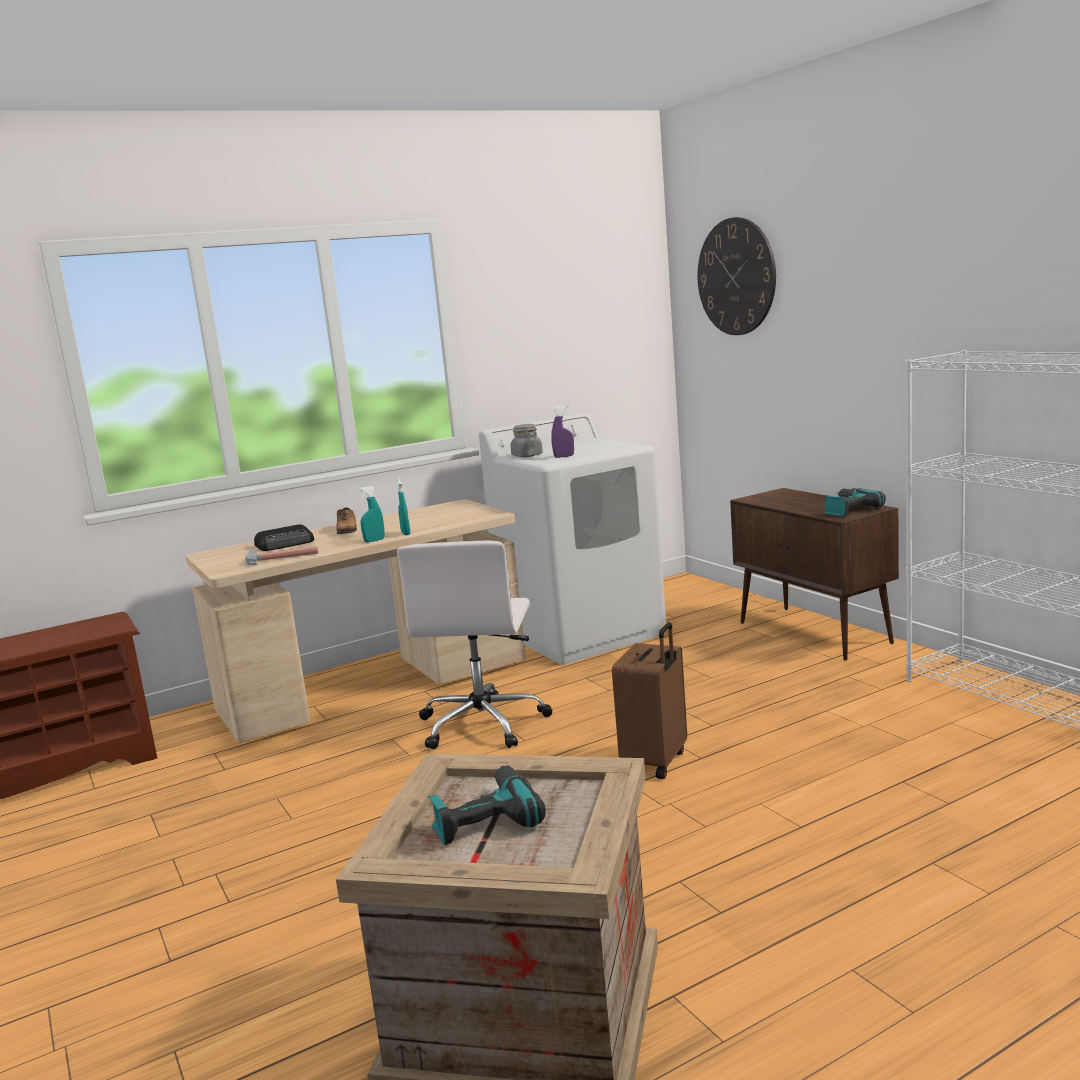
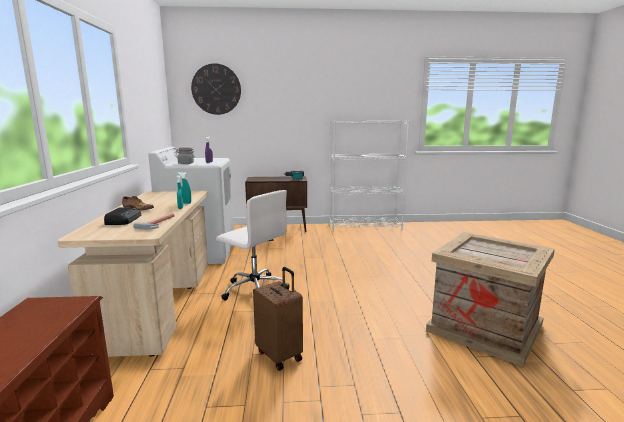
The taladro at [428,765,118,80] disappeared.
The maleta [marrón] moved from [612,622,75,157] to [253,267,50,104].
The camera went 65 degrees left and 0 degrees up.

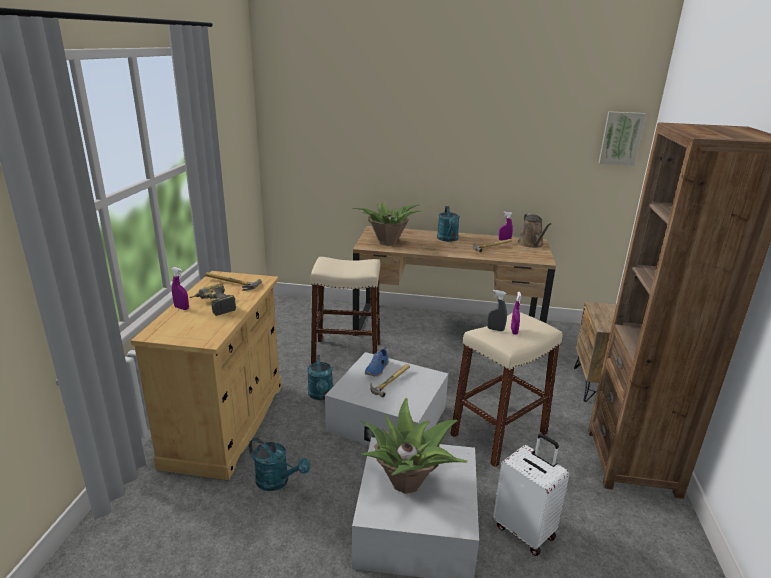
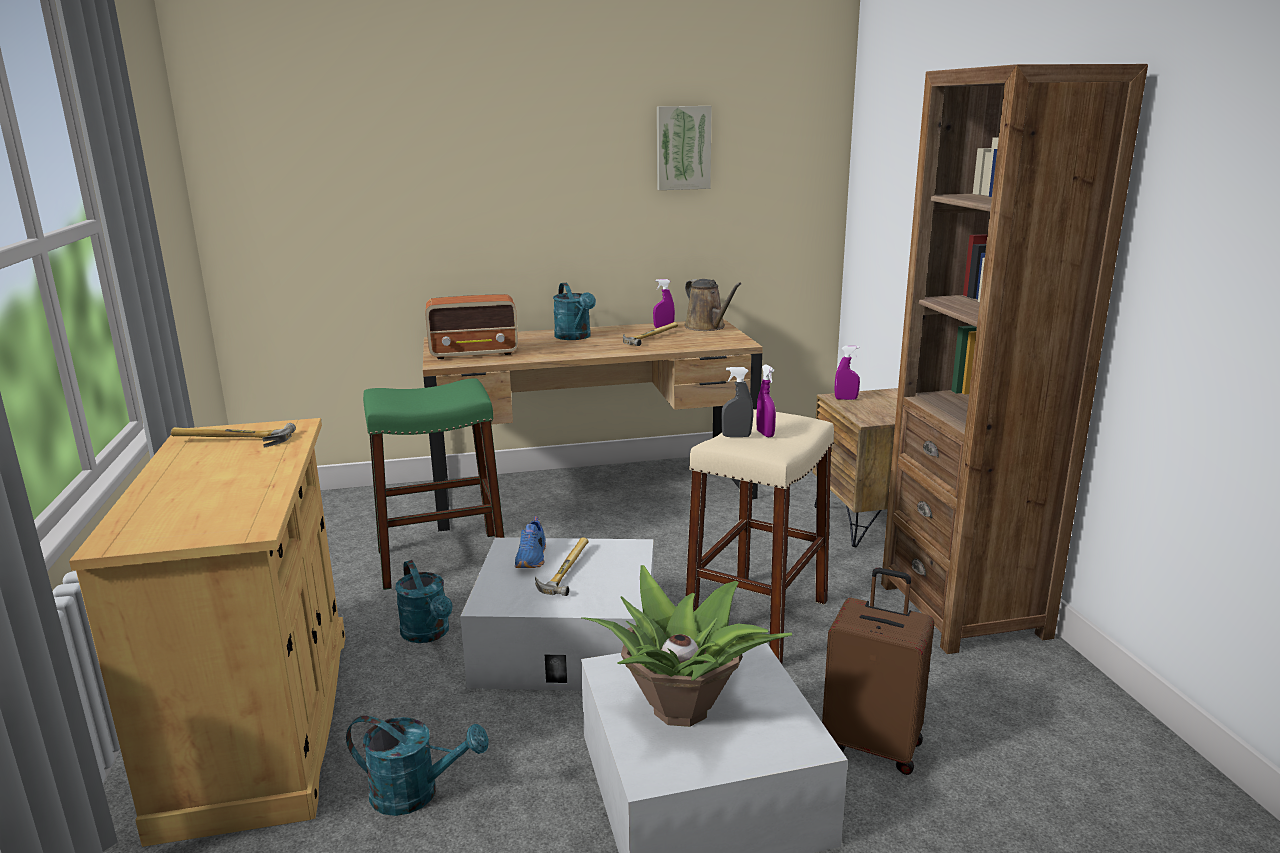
The pulverizador [morado] moved from [172,267,17,43] to [835,346,25,54].
The taladro at [189,284,47,32] disappeared.
The taburete [beis] at [310,257,70,107] became the taburete [verde] at [363,378,142,212].
The planta en maceta at [353,203,68,43] was replaced by the radio at [425,294,93,65].
The maleta [blanco] at [493,434,76,122] became the maleta [marrón] at [822,568,113,207].
The cuadro moved from [599,111,47,55] to [657,106,55,84].
The camera went 20 degrees left and 5 degrees down.

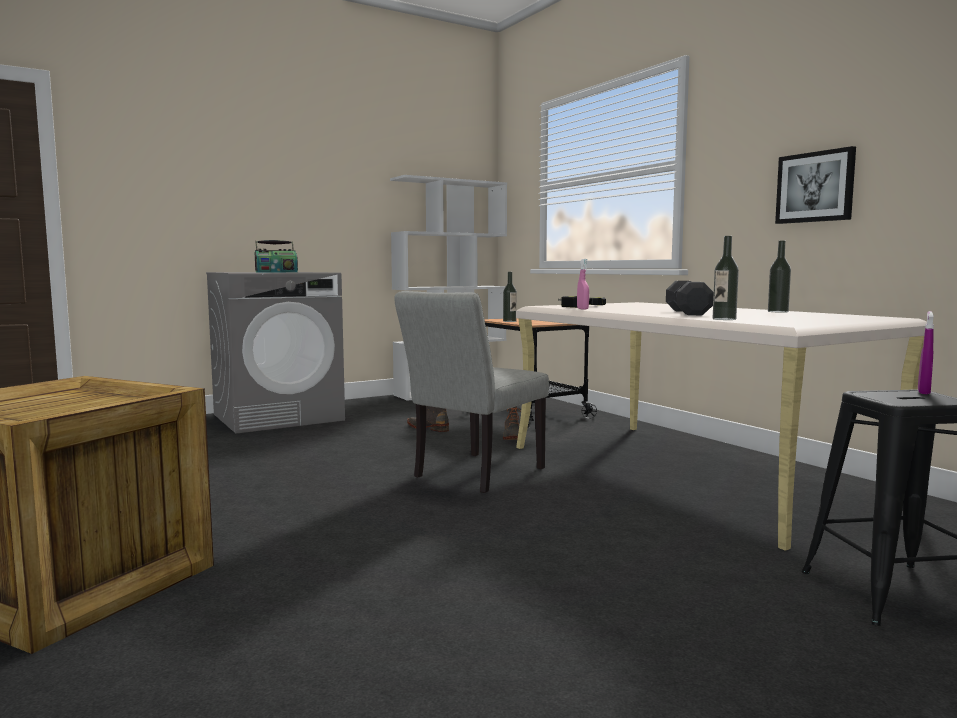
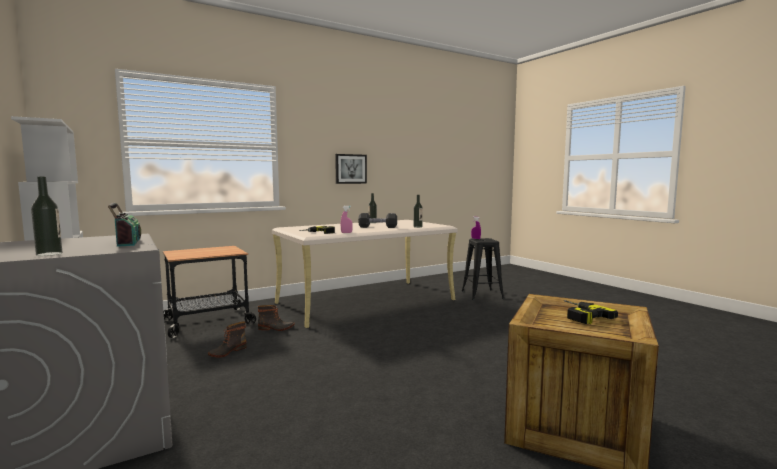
The silla [gris] at [394,291,155,202] disappeared.
The botella moved from [503,272,14,50] to [31,177,31,79].
The taladro at [563,300,55,24] appeared.
The camera went 90 degrees left and 0 degrees up.

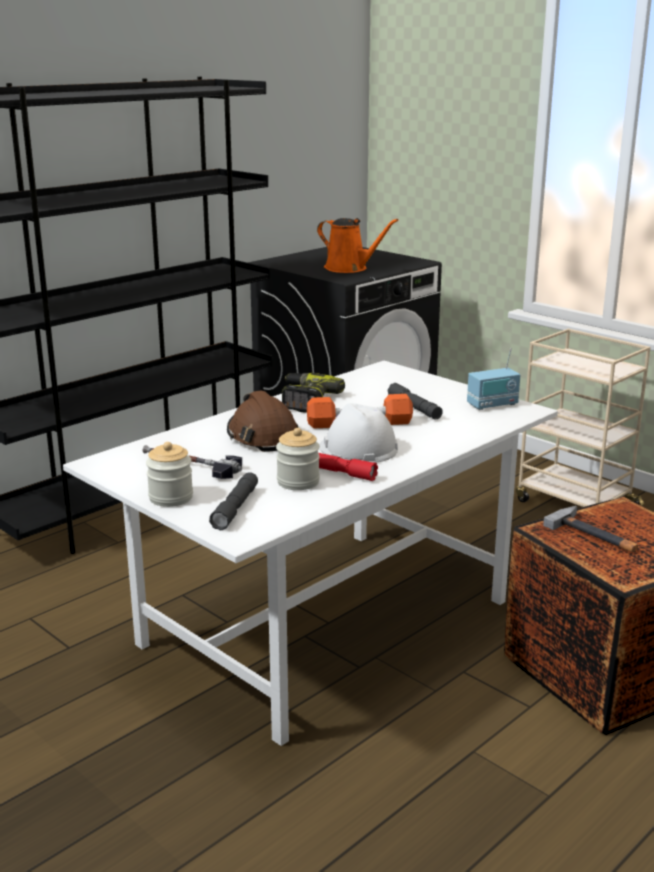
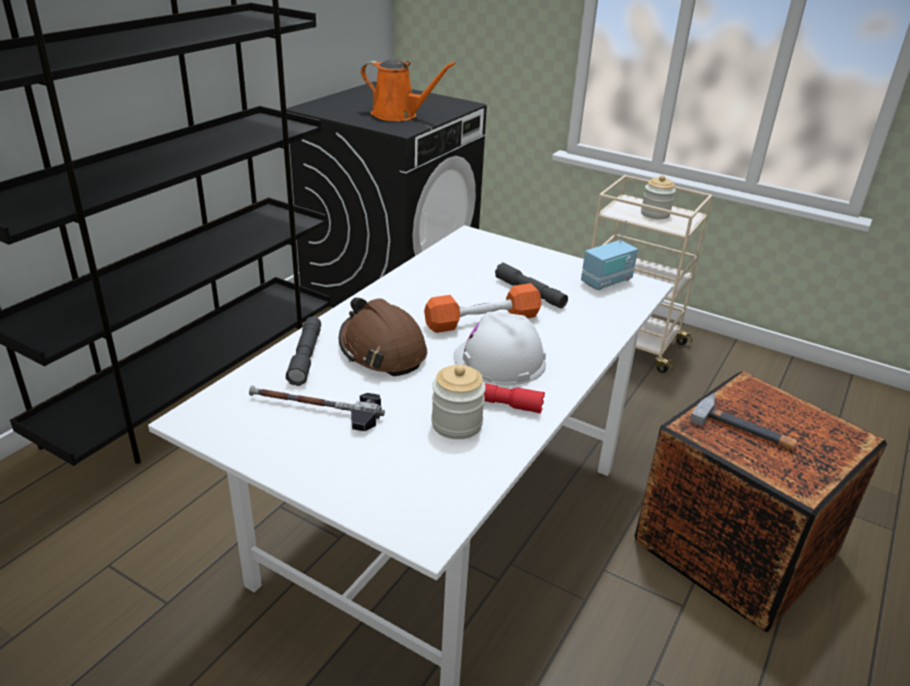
The tarro moved from [146,442,47,65] to [641,175,35,44].
The linterna [gris] moved from [209,472,49,58] to [286,317,35,69].
The taladro at [282,373,63,40] disappeared.
The camera went 15 degrees left and 10 degrees up.

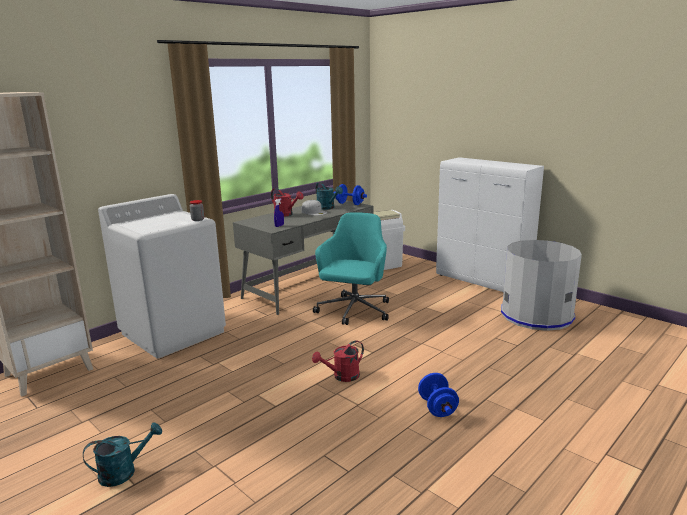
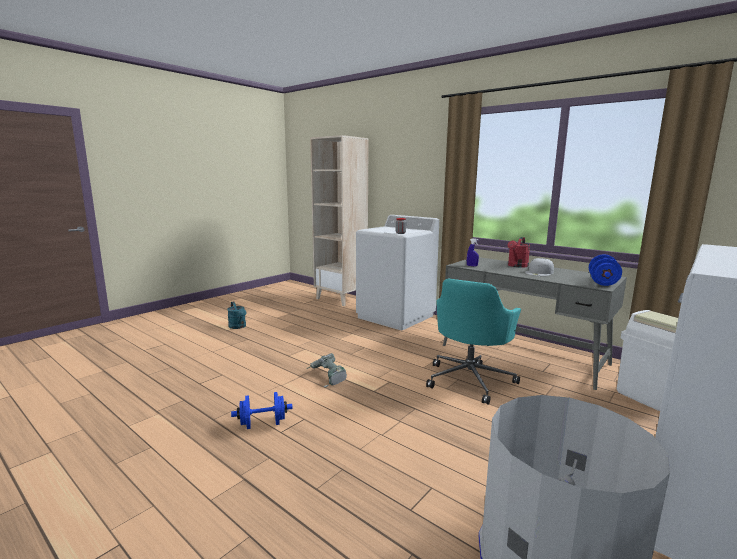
The regadera [rojo] at [312,340,52,42] was replaced by the taladro at [306,353,41,34].
The silla de oficina [turquesa] at [313,212,76,113] turned 105 degrees clockwise.
The regadera [turquesa] at [316,182,27,28] disappeared.
The camera went 85 degrees right and 5 degrees down.

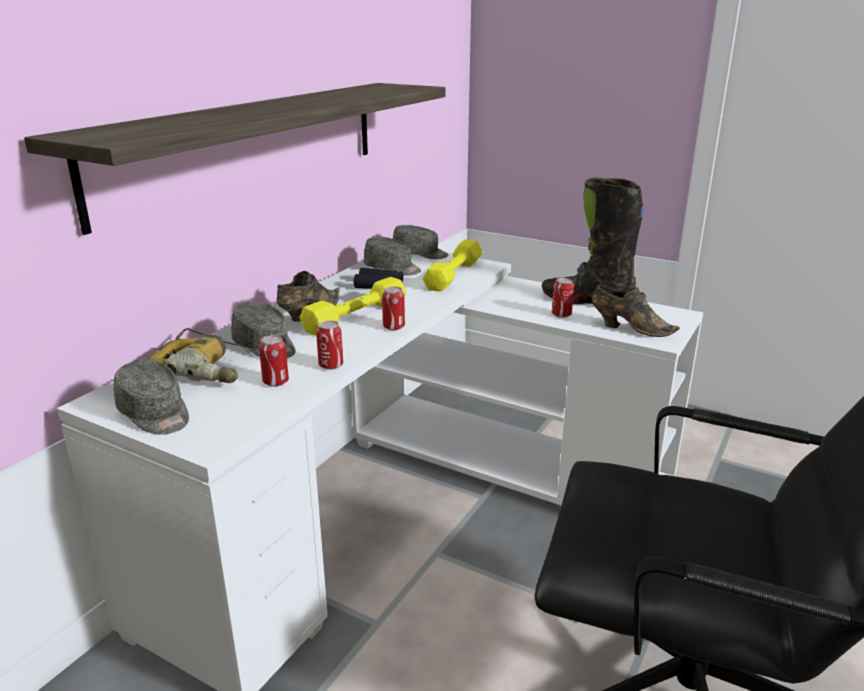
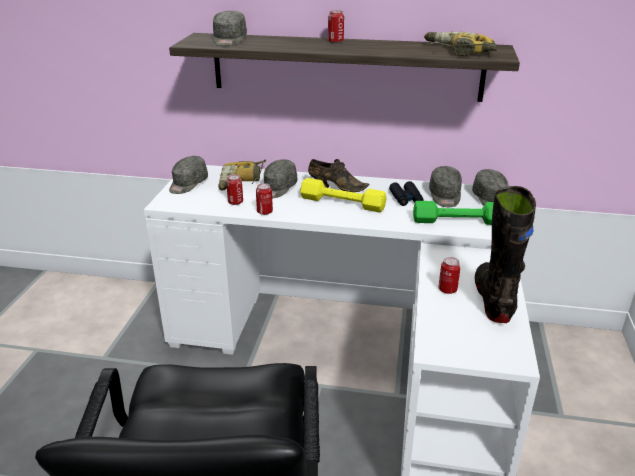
The lata moved from [382,286,23,44] to [328,10,16,33].
The mancuerna [amarillo] at [422,240,61,51] became the mancuerna [verde] at [413,201,81,24].
The zapato [marrón] at [592,284,88,53] disappeared.
The gorra [gris] at [213,11,34,35] appeared.
The taladro at [424,31,73,25] appeared.
The camera went 70 degrees right and 5 degrees up.

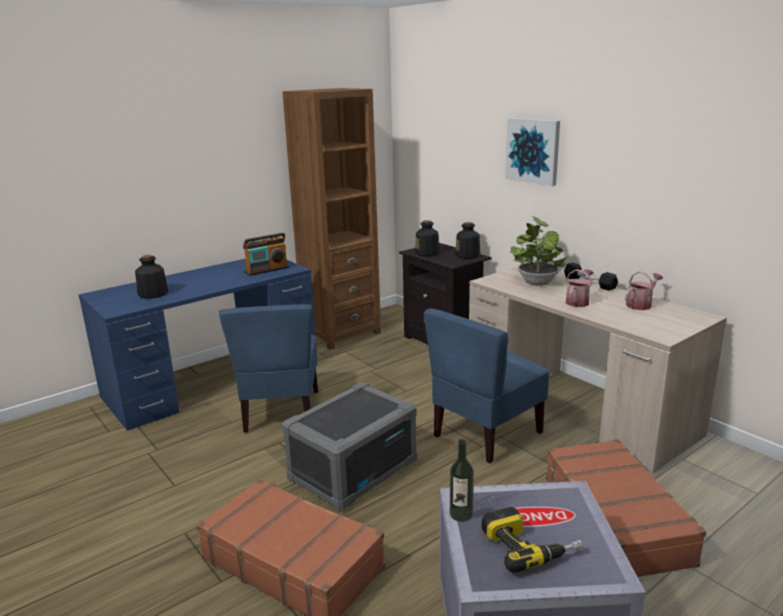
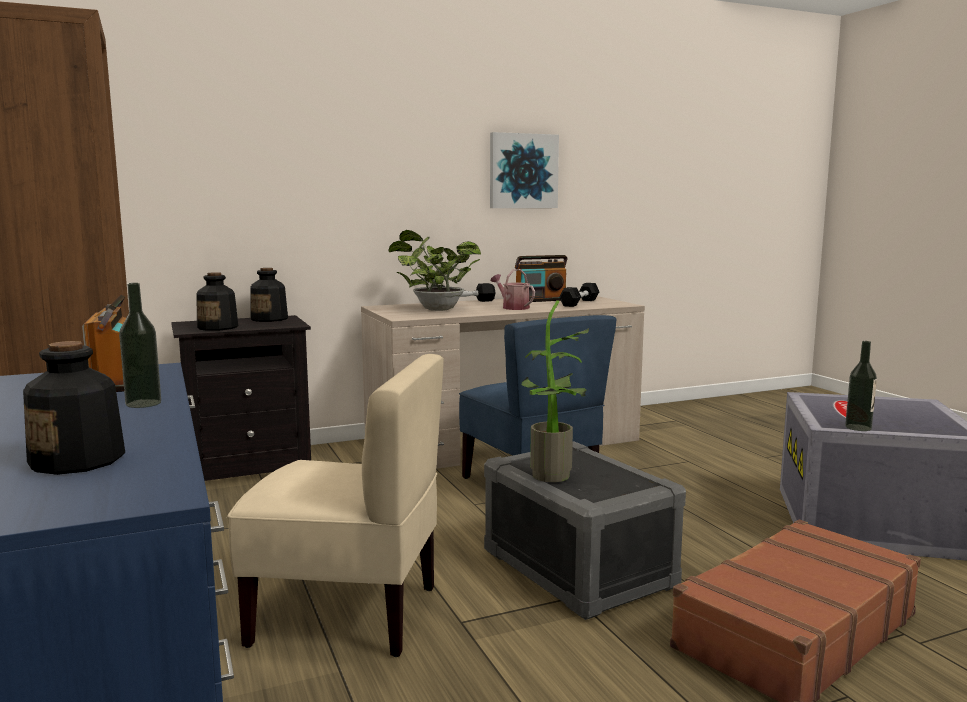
The silla [azul] at [219,304,99,129] became the silla [beis] at [227,354,217,303].
The taladro at [481,507,102,66] disappeared.
The cuadro moved from [505,118,55,68] to [490,132,69,76].
The maleta [marrón] at [546,439,160,138] disappeared.
The regadera at [625,271,38,39] was replaced by the radio at [515,255,52,47].
The botella at [119,283,42,125] appeared.
The planta en maceta at [522,300,68,182] appeared.
The mancuerna [negro] at [559,283,40,24] appeared.
The camera went 75 degrees left and 10 degrees down.

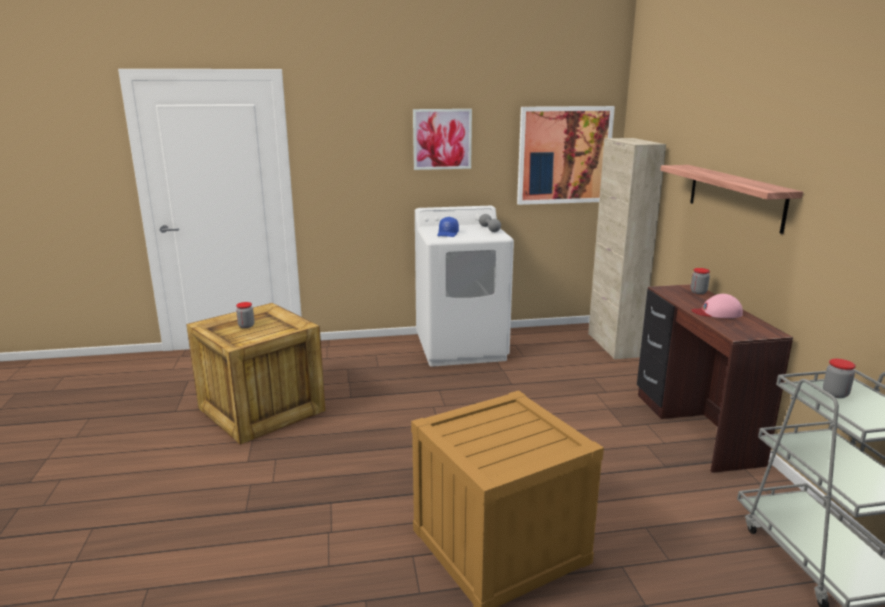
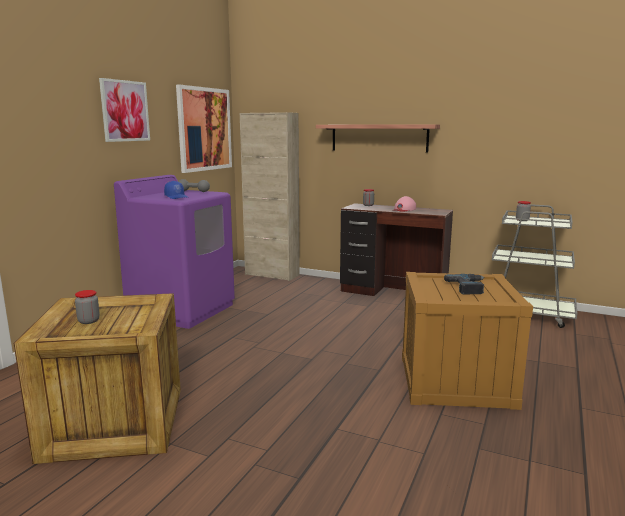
The lavadora [blanco] at [415,206,99,161] became the lavadora [morado] at [114,175,121,154].
The taladro at [444,274,41,20] appeared.
The camera went 55 degrees left and 5 degrees down.

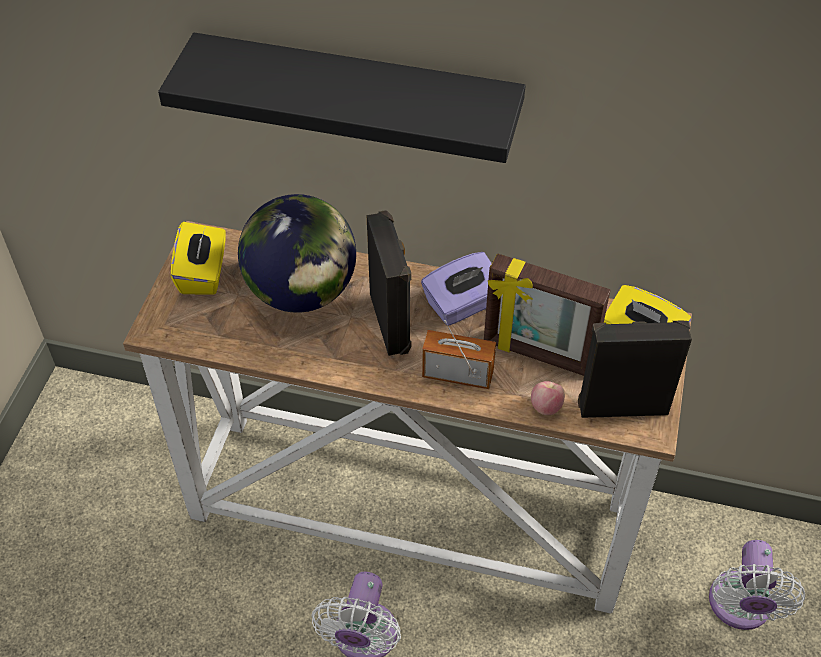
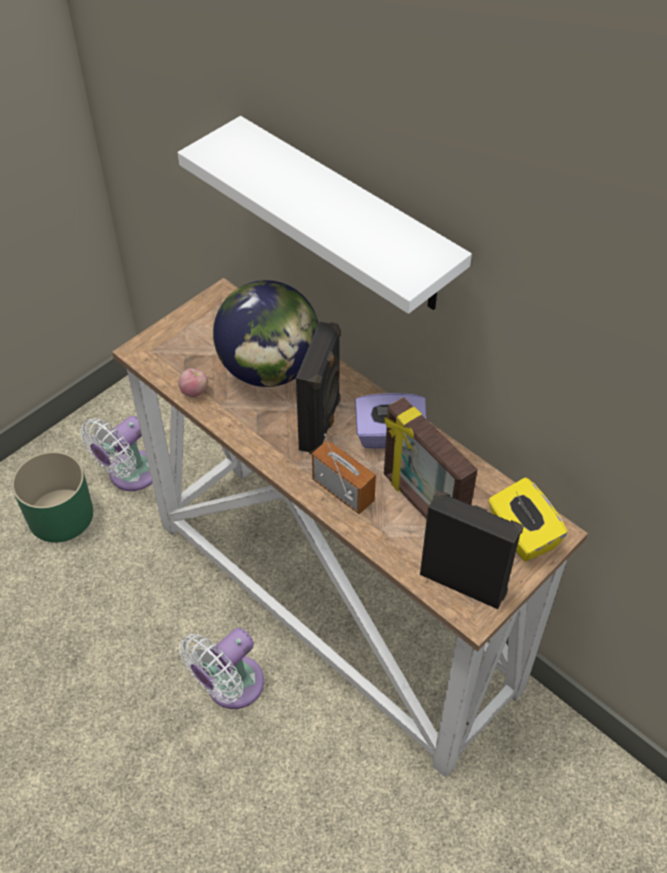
The estante [negro] at [158,33,367,130] became the estante [blanco] at [178,116,294,198].
The caja de pañuelos [amarillo] at [171,222,55,73] disappeared.
The manzana moved from [531,381,34,34] to [179,368,29,29].
The ventilador [blanco] moved from [709,540,96,90] to [80,416,72,75].
The maceta [verde] at [12,451,81,92] appeared.
The camera went 30 degrees right and 0 degrees up.

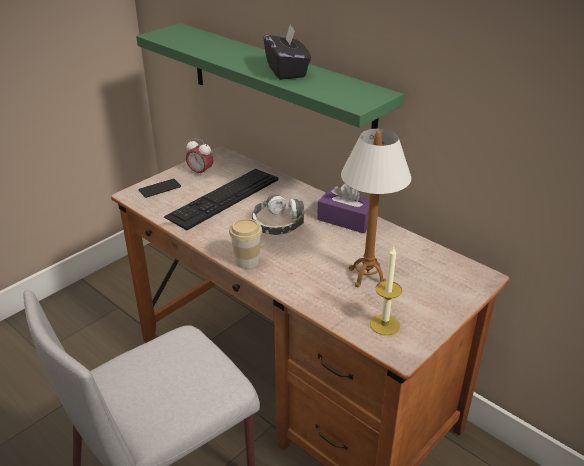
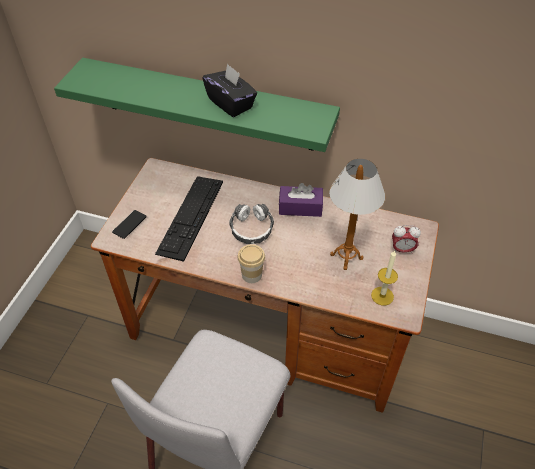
The despertador moved from [186,138,27,39] to [392,225,29,29].
The camera went 25 degrees left and 15 degrees up.

